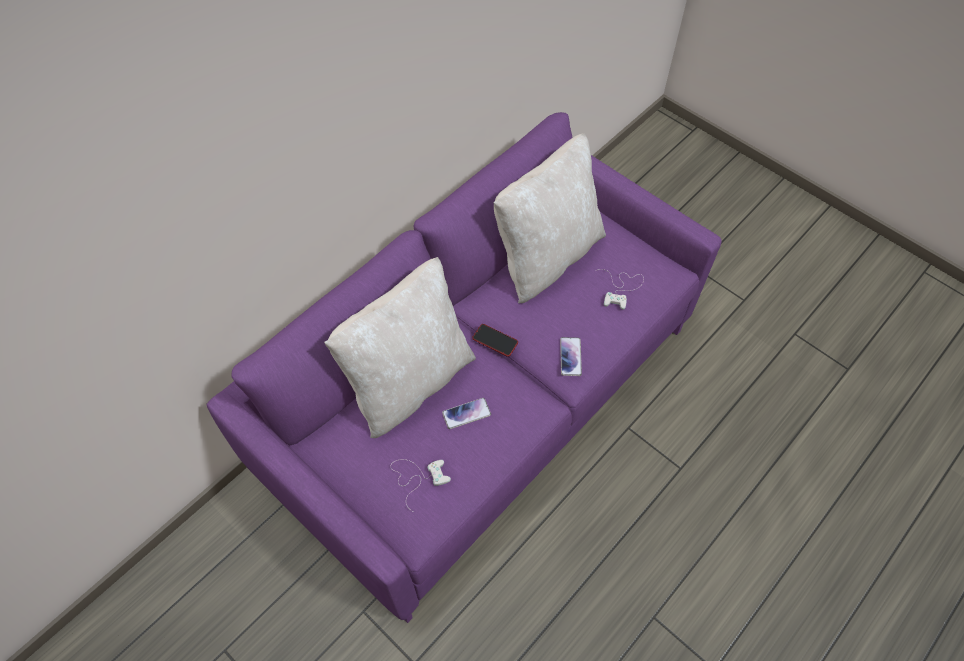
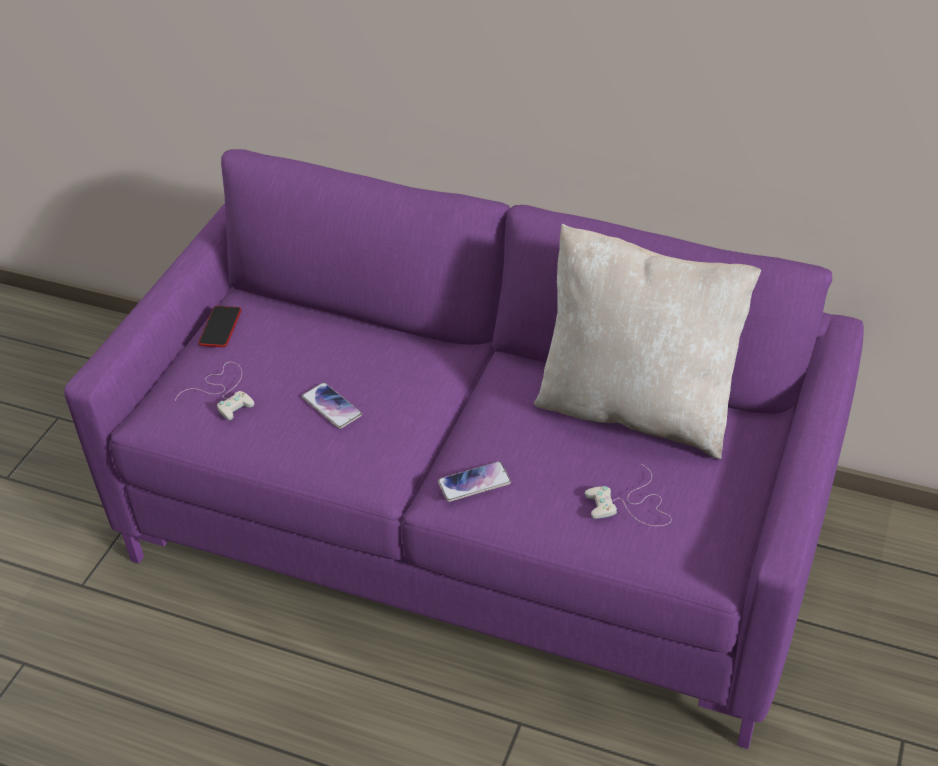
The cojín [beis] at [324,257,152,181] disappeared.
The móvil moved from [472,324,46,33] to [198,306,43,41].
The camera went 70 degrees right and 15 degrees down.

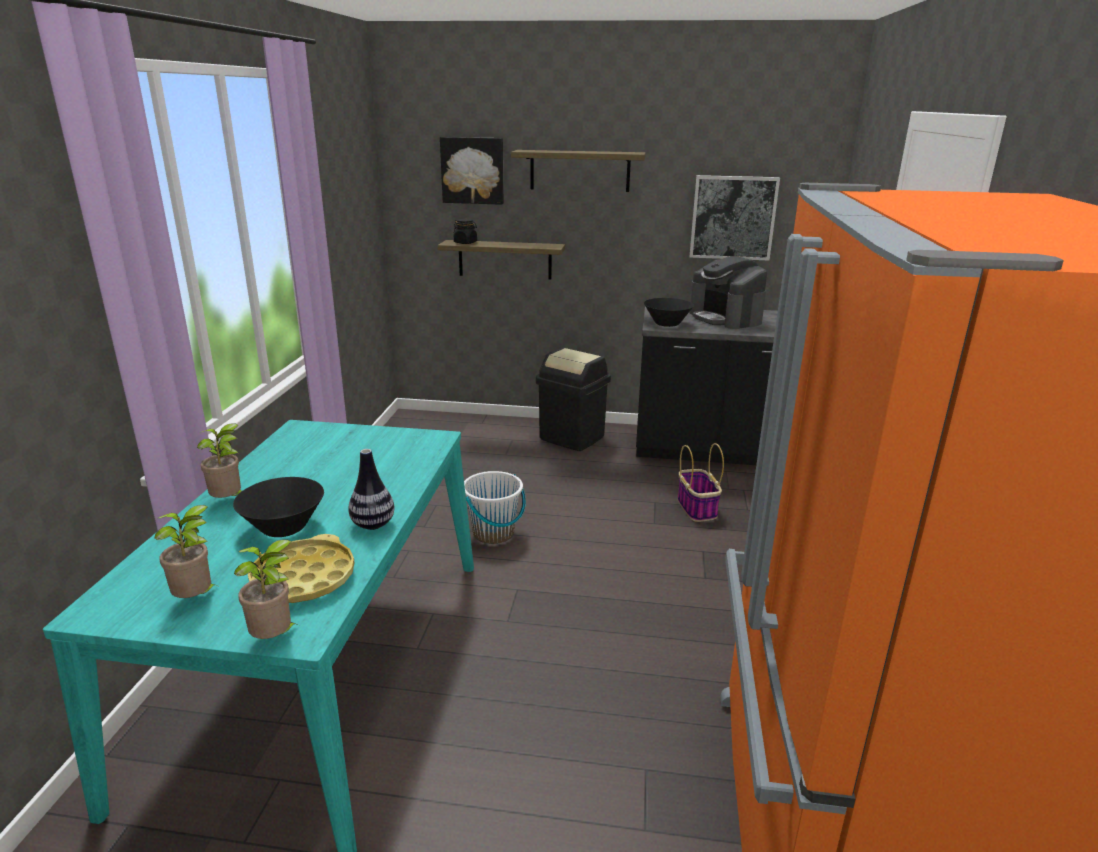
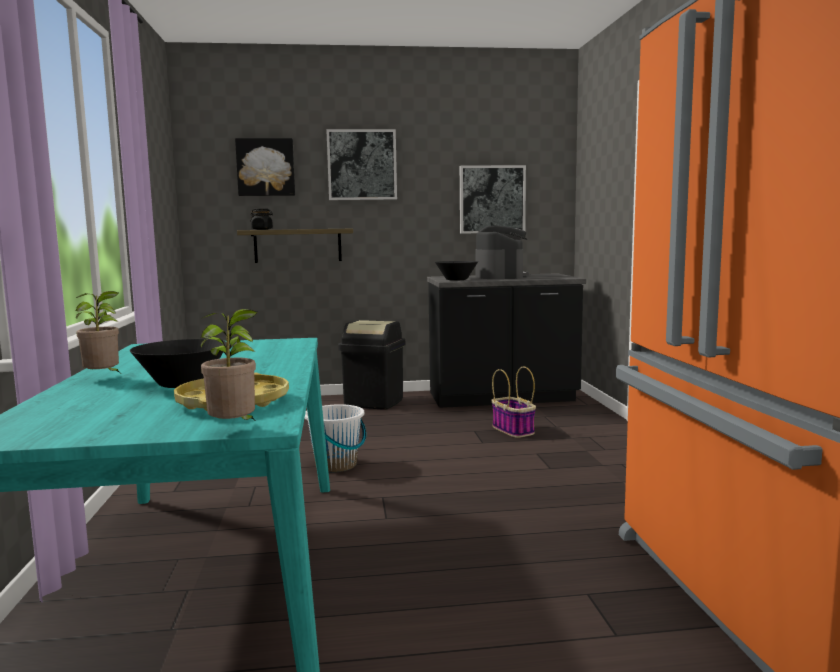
The planta en maceta at [155,505,60,93] disappeared.
The florero at [348,449,46,81] disappeared.
The estante at [511,150,135,42] was replaced by the cuadro at [326,129,71,71].
The cafetera at [689,256,78,73] turned 135 degrees counterclockwise.
The camera went 15 degrees left and 15 degrees down.

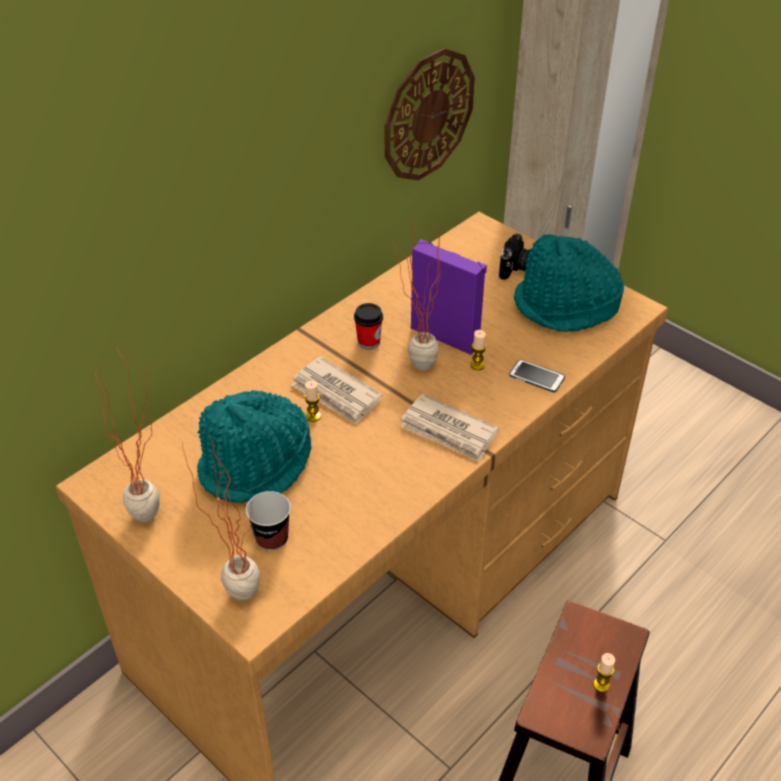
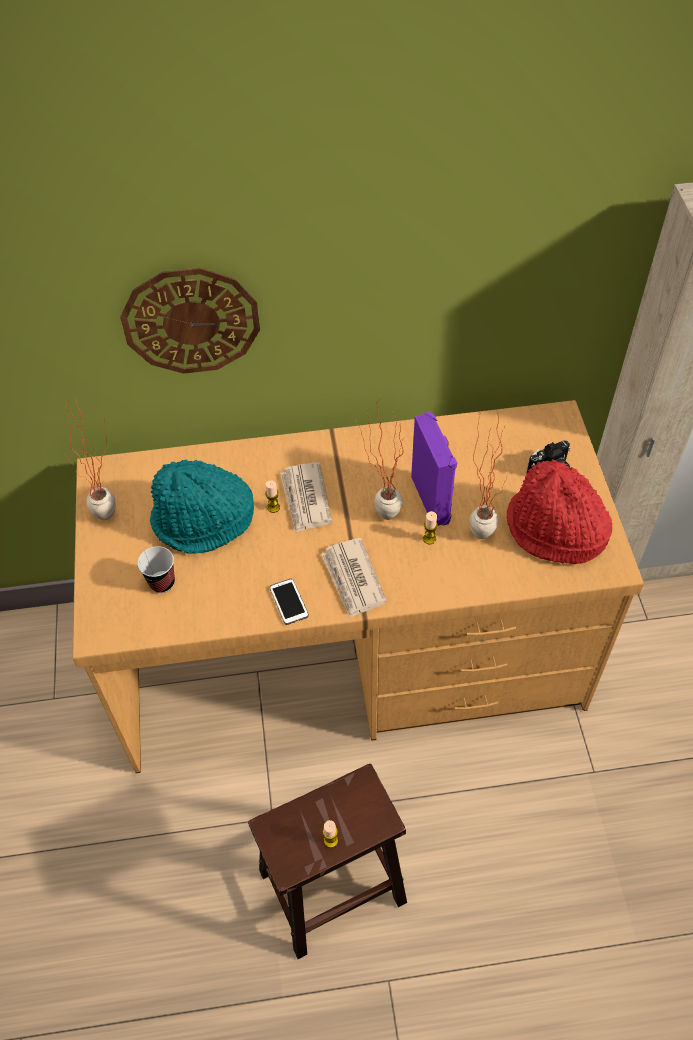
The planta en maceta moved from [182,429,78,172] to [469,410,40,129].
The taza at [354,303,29,47] disappeared.
The reloj de pared moved from [385,48,90,132] to [120,268,140,106].
The móvil moved from [509,359,56,34] to [270,579,39,46].
The sombrero [turquesa] at [514,234,110,98] became the sombrero [rojo] at [506,459,106,105].
The camera went 40 degrees right and 10 degrees up.

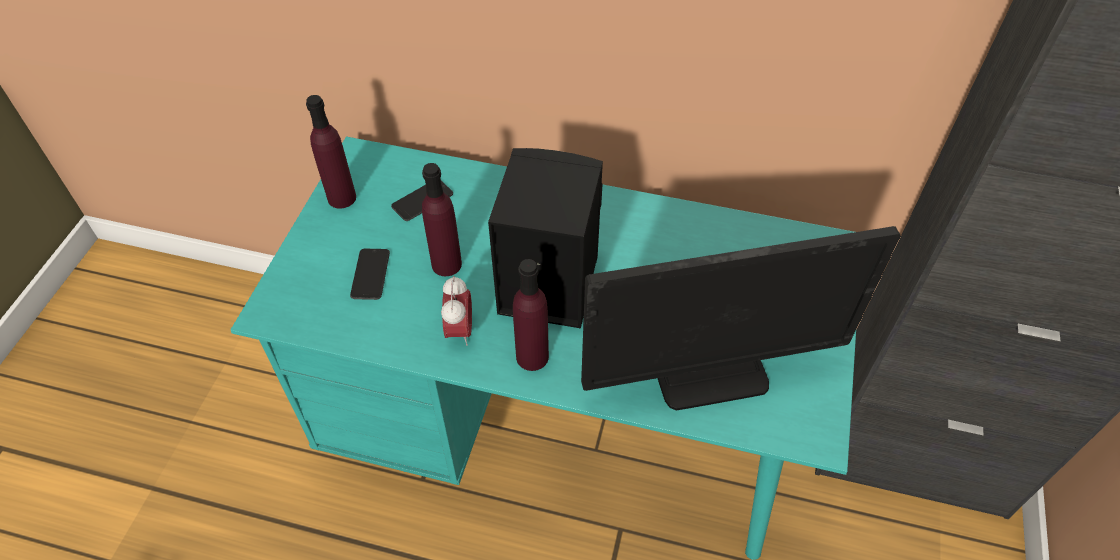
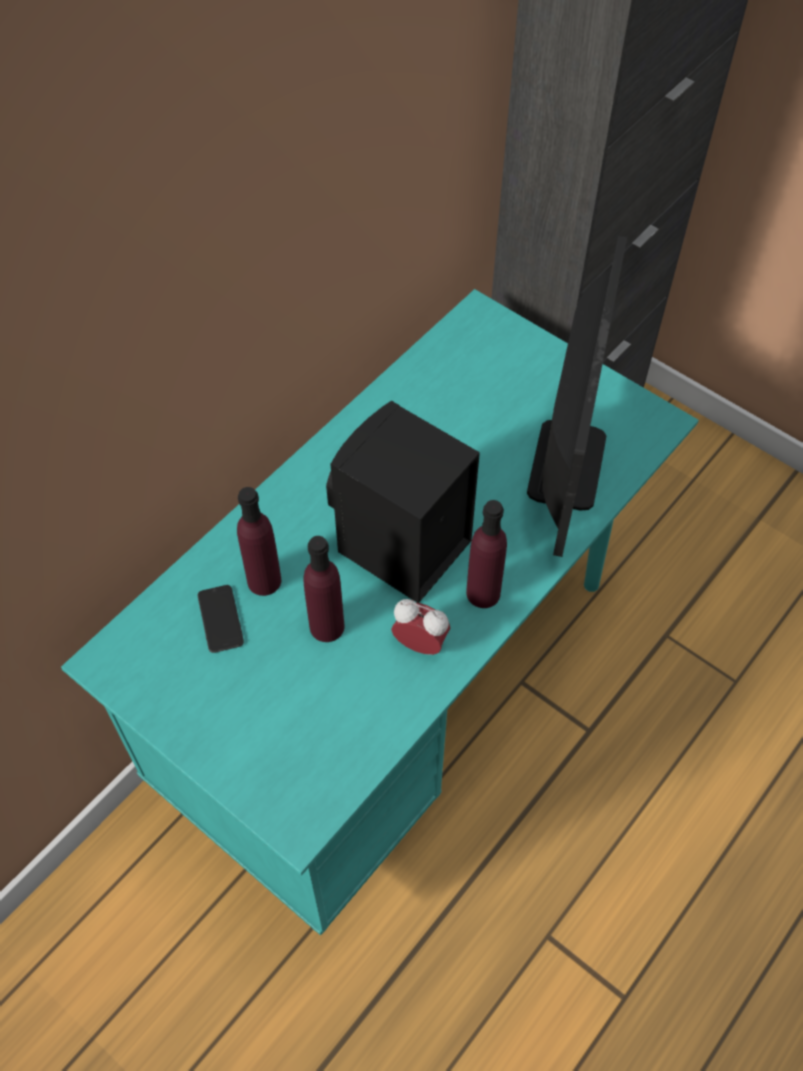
The botella [morado] moved from [306,95,50,114] to [237,487,44,109].
The móvil at [350,249,40,51] disappeared.
The camera went 65 degrees left and 5 degrees up.

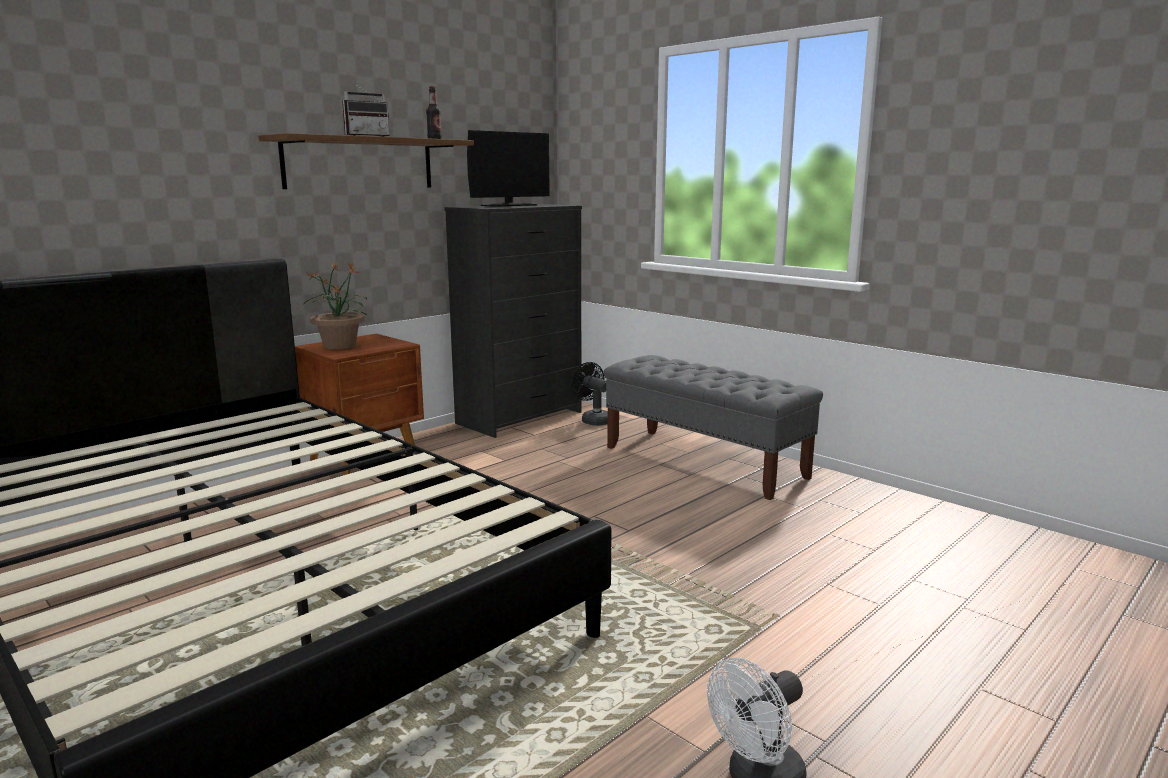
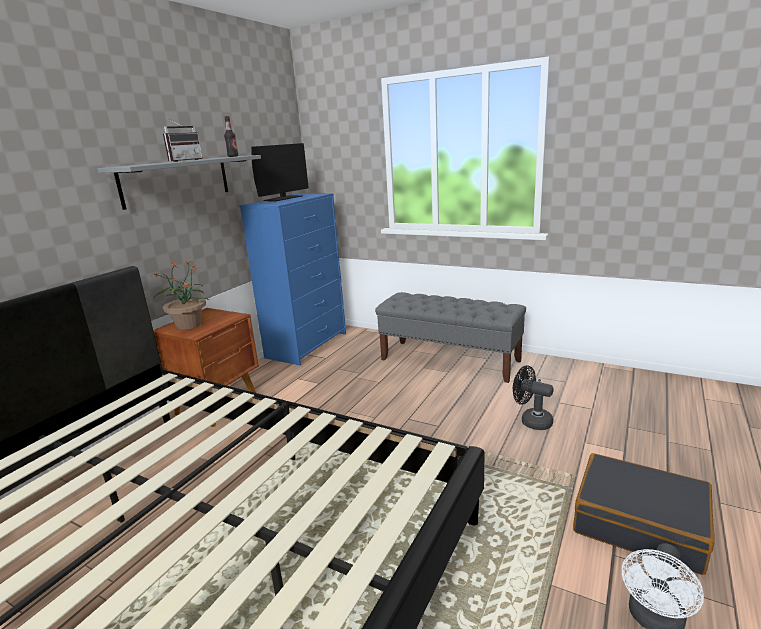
The estante [marrón] at [258,133,216,56] became the estante [gris] at [98,155,163,55].
The cómoda [negro] at [444,204,138,234] became the cómoda [azul] at [239,193,107,172].
The ventilador [negro] moved from [571,362,37,64] to [513,365,41,65].
The maleta [negro] at [573,453,142,122] appeared.
The camera went 15 degrees left and 5 degrees up.

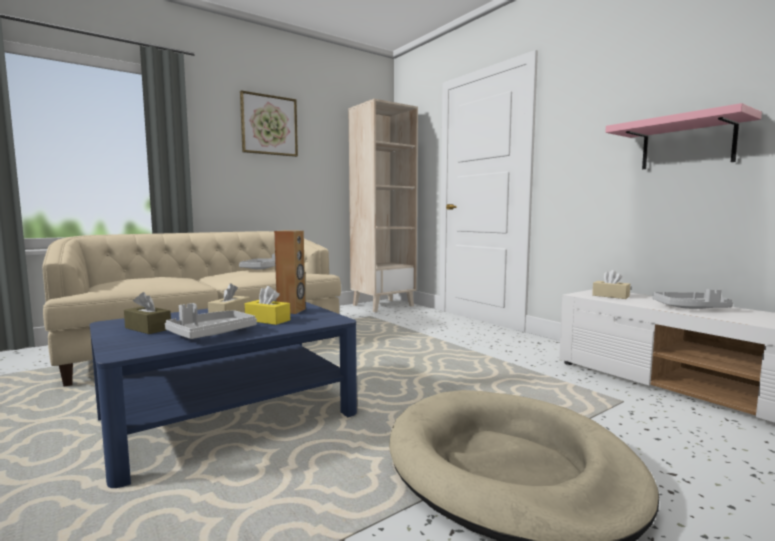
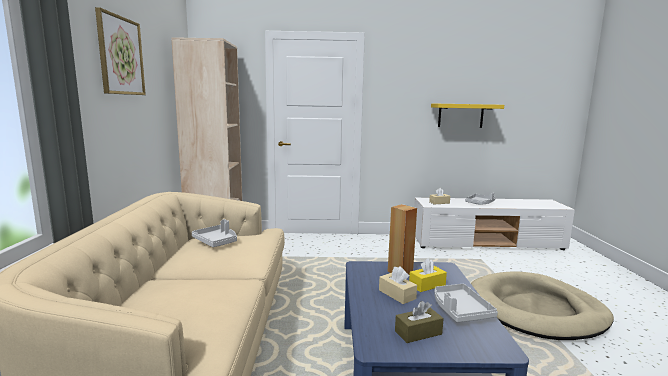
The estante [rosa] at [606,103,156,66] became the estante [amarillo] at [431,104,73,24].
The camera went 55 degrees left and 5 degrees up.

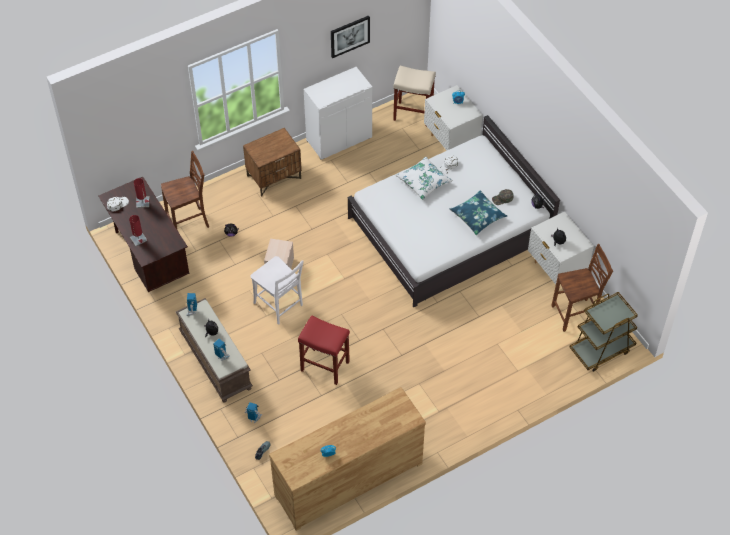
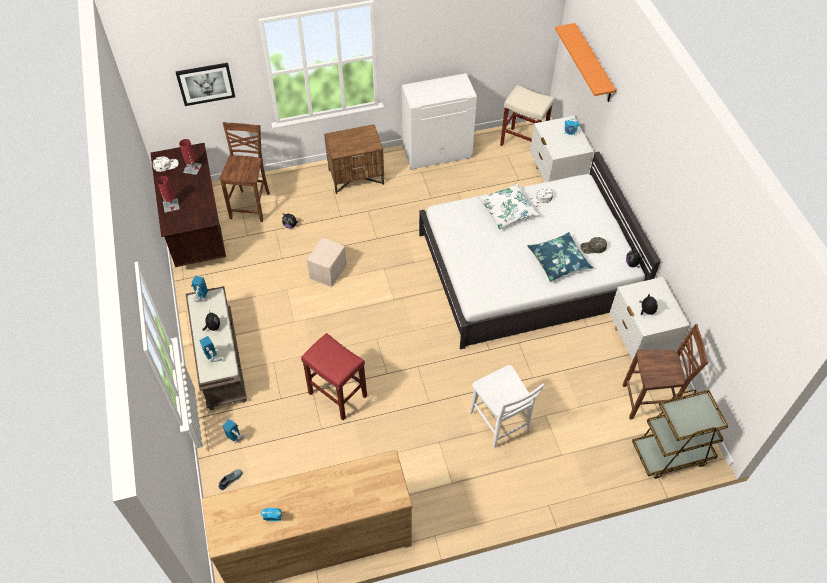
The silla [marrón] at [161,151,48,80] turned 75 degrees counterclockwise.
The silla [blanco] moved from [250,256,54,69] to [469,365,76,83].
The cuadro moved from [331,16,39,42] to [176,63,59,43].
The estante [naranja] at [555,23,61,79] appeared.
The camera went 15 degrees right and 0 degrees up.

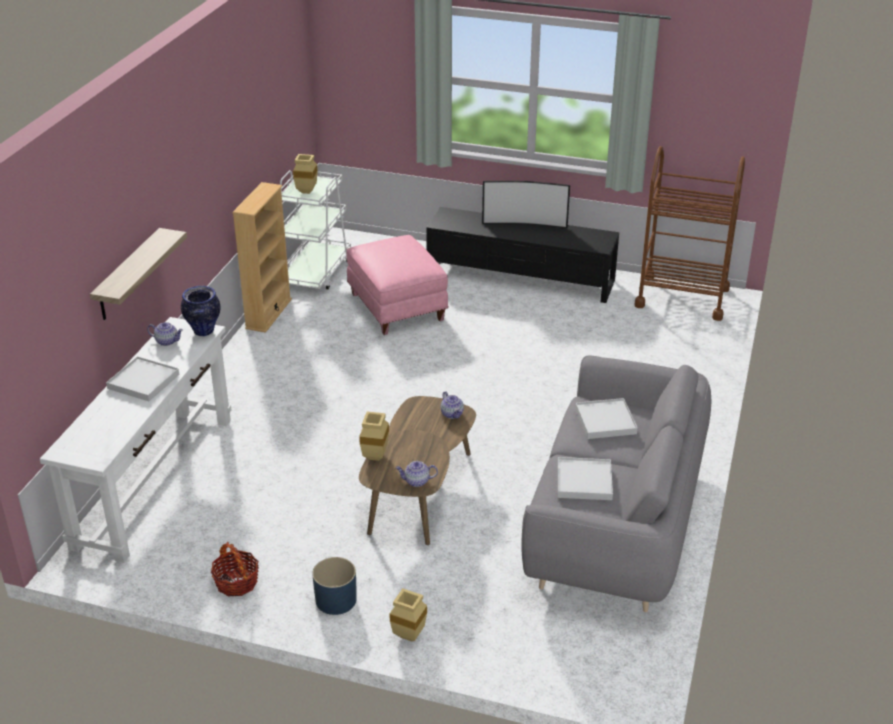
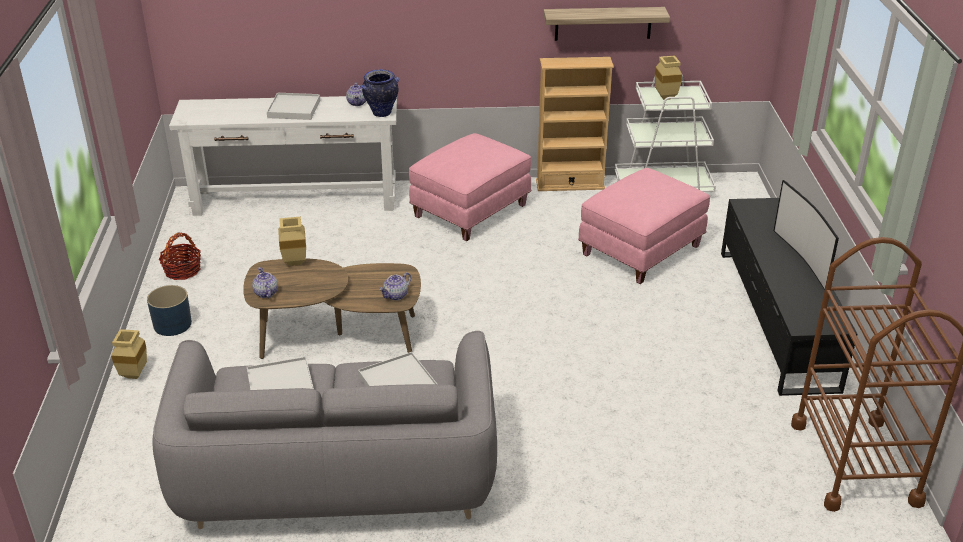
The estante moved from [90,228,97,92] to [543,7,127,34].
The puf [rosa] at [409,133,122,109] appeared.
The camera went 70 degrees right and 0 degrees up.

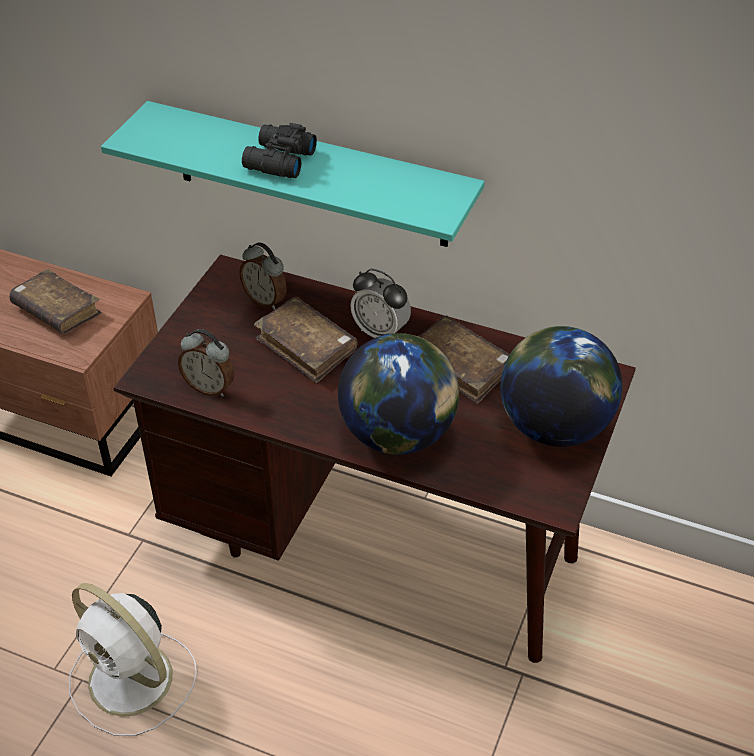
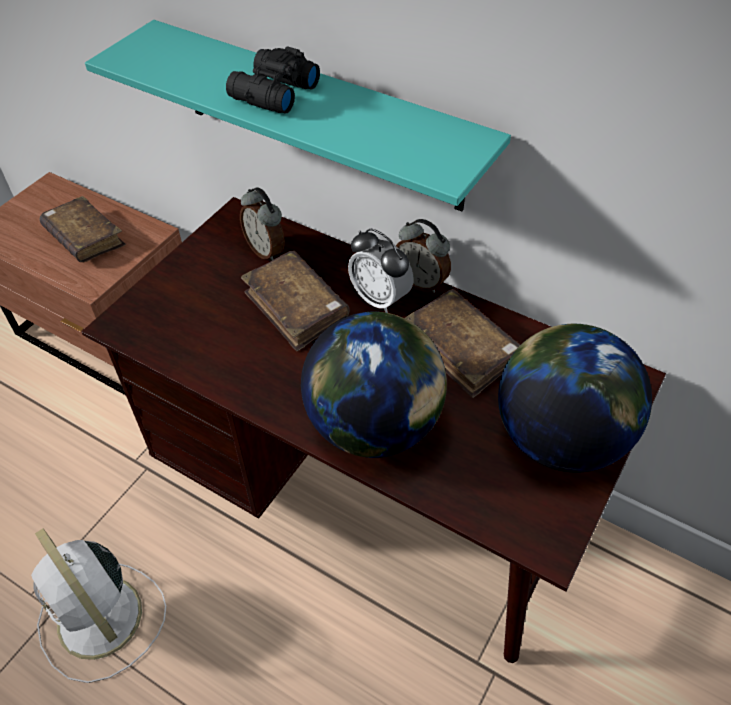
The despertador moved from [178,329,57,68] to [396,219,55,74].
The camera went 10 degrees right and 5 degrees up.

